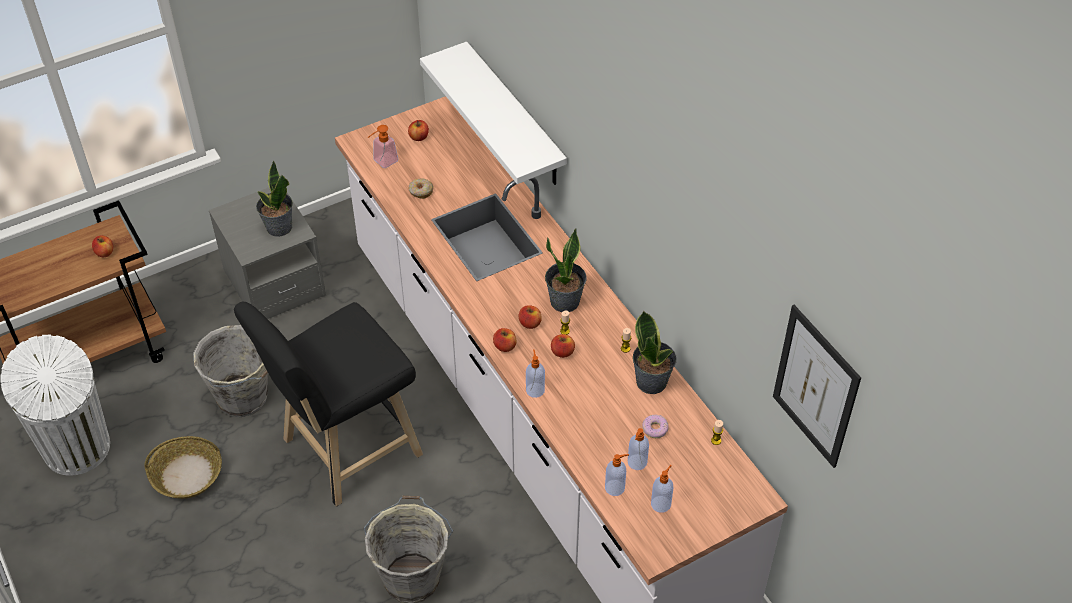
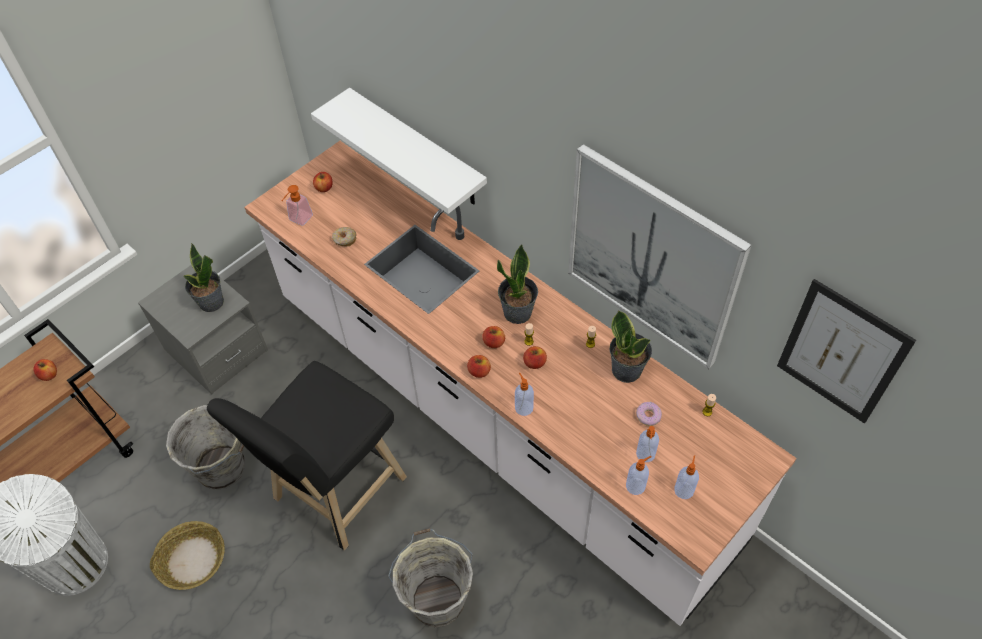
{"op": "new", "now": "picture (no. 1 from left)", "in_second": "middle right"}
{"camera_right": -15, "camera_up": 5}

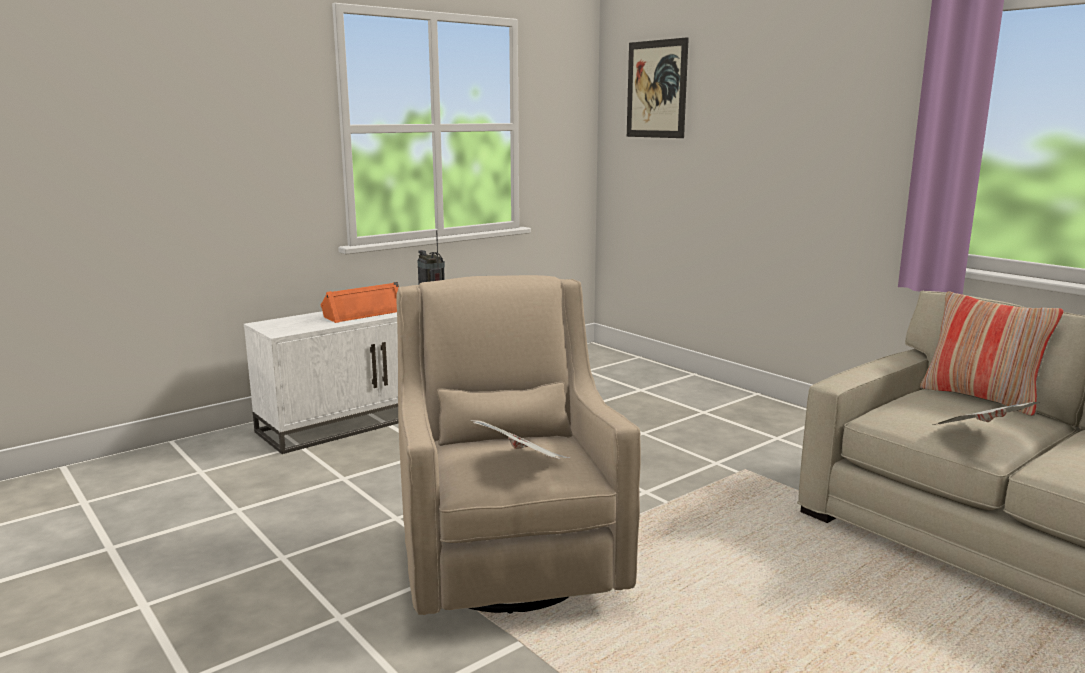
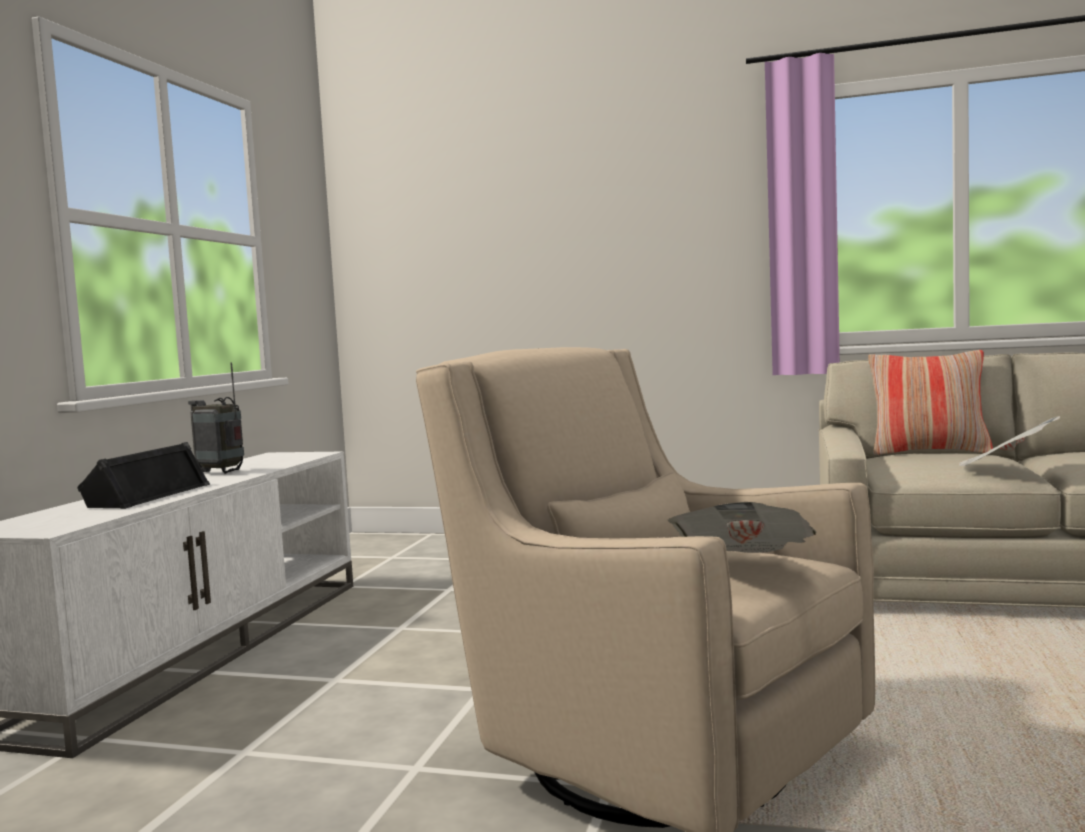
{"op": "gone", "was": "picture", "in_first": "top centre"}
{"op": "repainted", "was": "speaker (orange)", "now": "speaker (black)", "in_first": "middle left", "in_second": "middle left"}
{"camera_right": -35, "camera_up": -10}

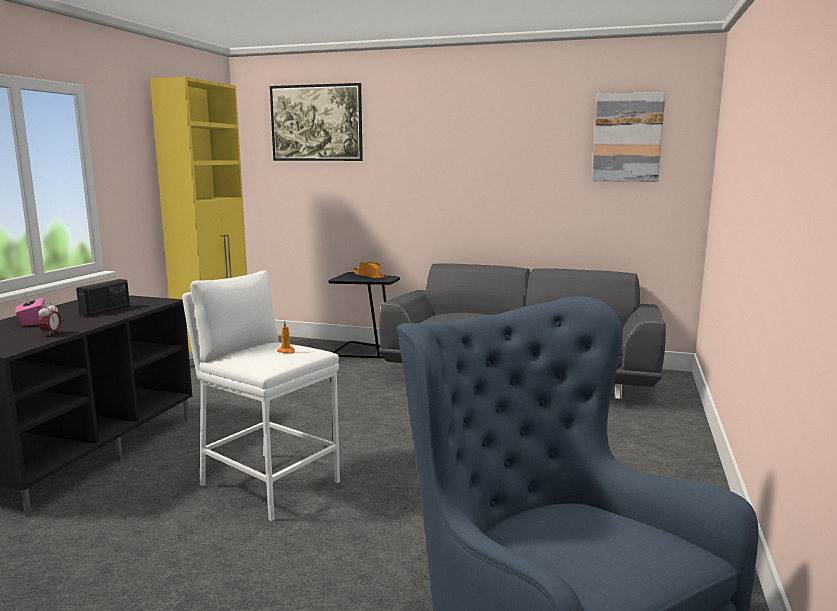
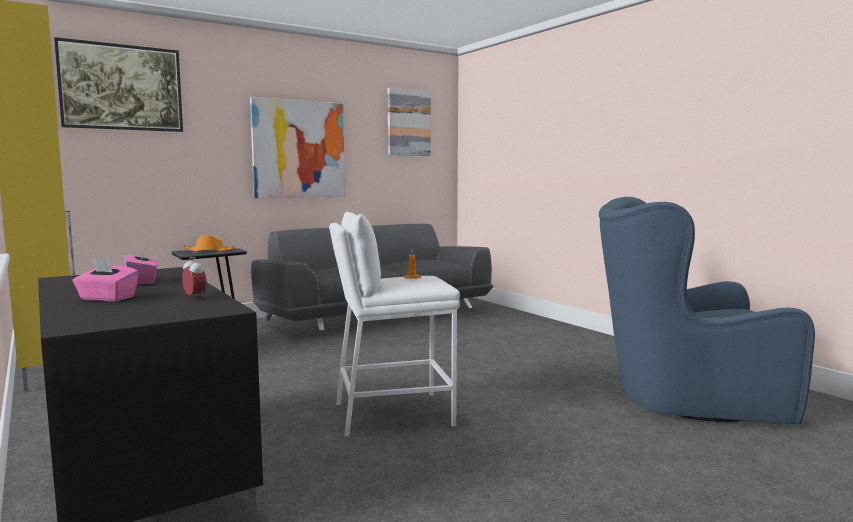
{"op": "swapped", "was": "radio", "now": "tissue box (pink) (no. 2 from left)", "in_first": "middle left", "in_second": "middle left"}
{"op": "new", "now": "picture (no. 2 from left)", "in_second": "top centre"}
{"camera_right": -50, "camera_up": -5}

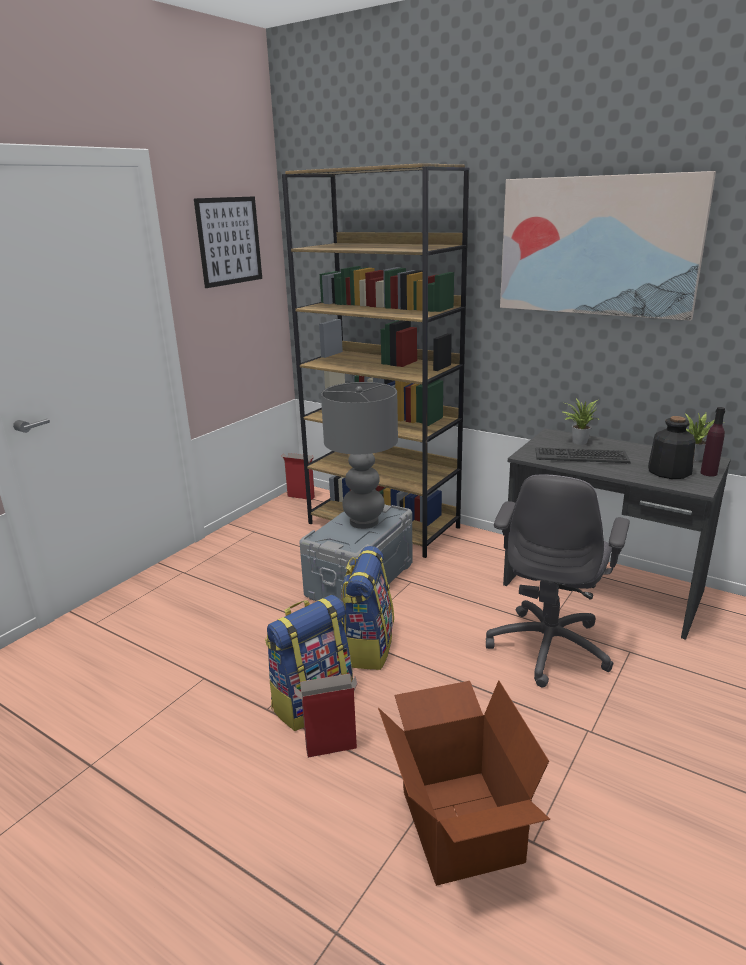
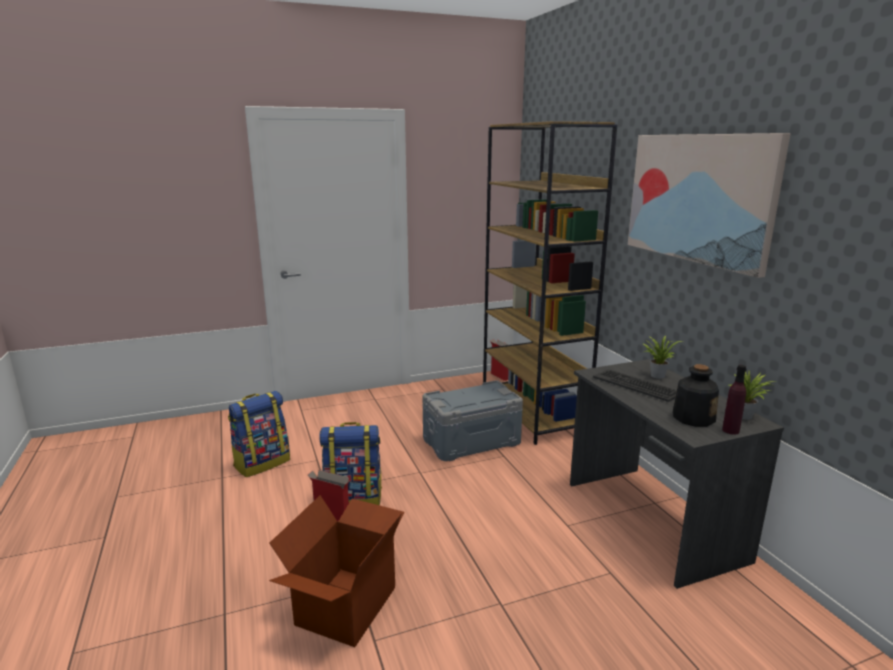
{"op": "gone", "was": "picture (no. 1 from left)", "in_first": "top left"}
{"op": "gone", "was": "table lamp (grey)", "in_first": "centre"}
{"op": "gone", "was": "office chair (grey)", "in_first": "middle right"}
{"op": "shifted", "was": "backpack (no. 2 from left in the first image)", "now": "backpack (no. 1 from left)", "in_first": "centre", "in_second": "middle left"}
{"camera_right": 35, "camera_up": -5}

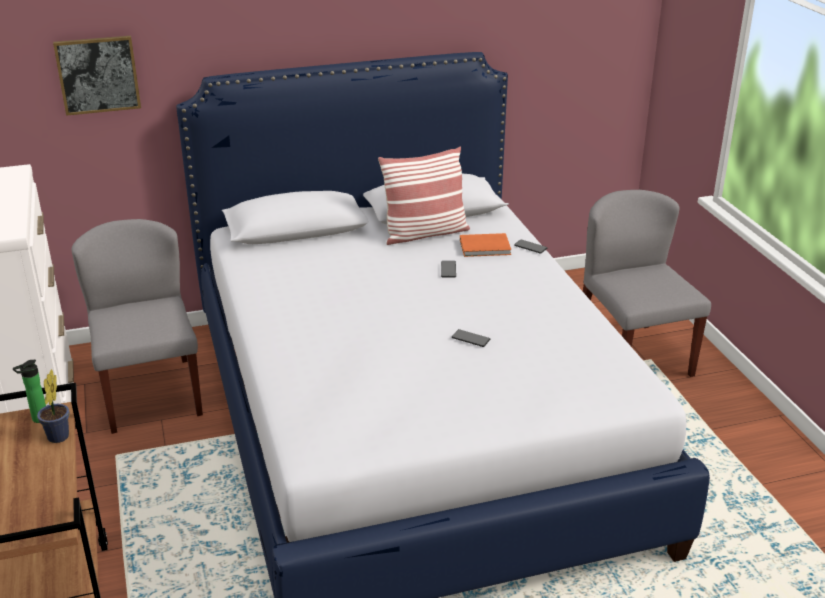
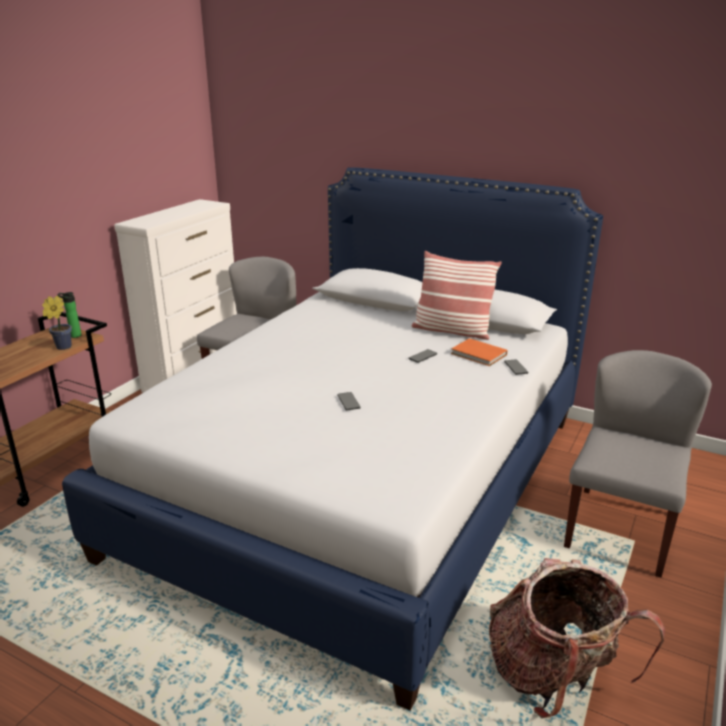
{"op": "gone", "was": "picture", "in_first": "top left"}
{"op": "new", "now": "backpack", "in_second": "bottom right"}
{"camera_right": 45, "camera_up": -5}

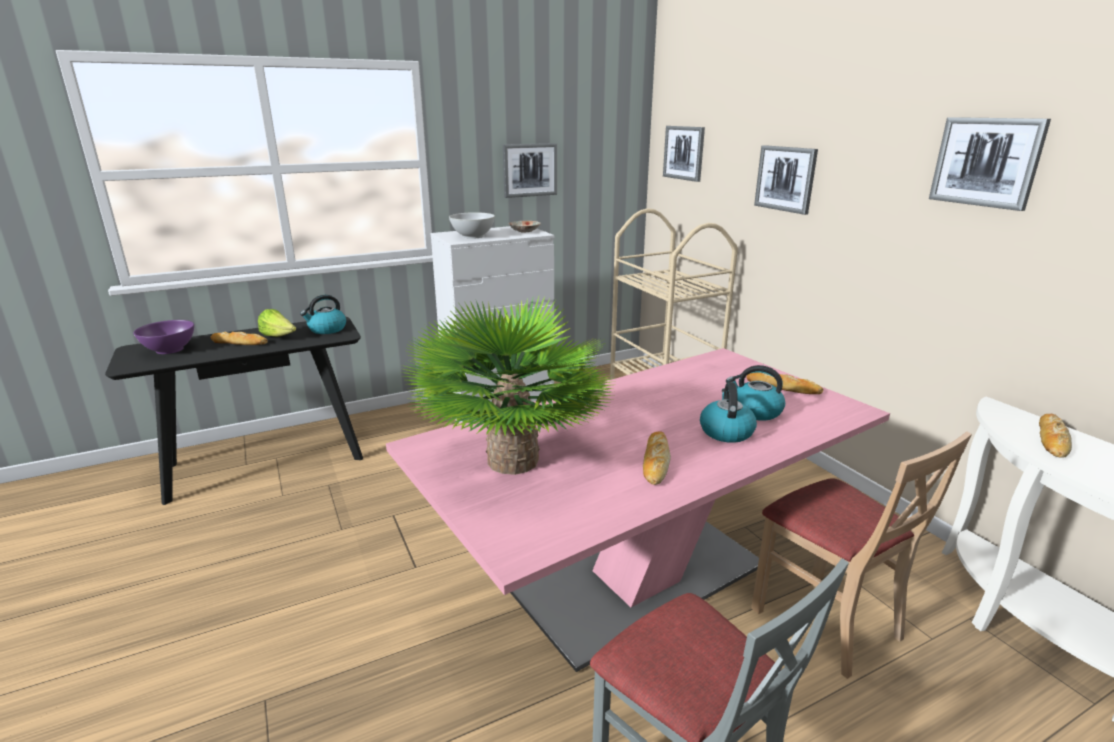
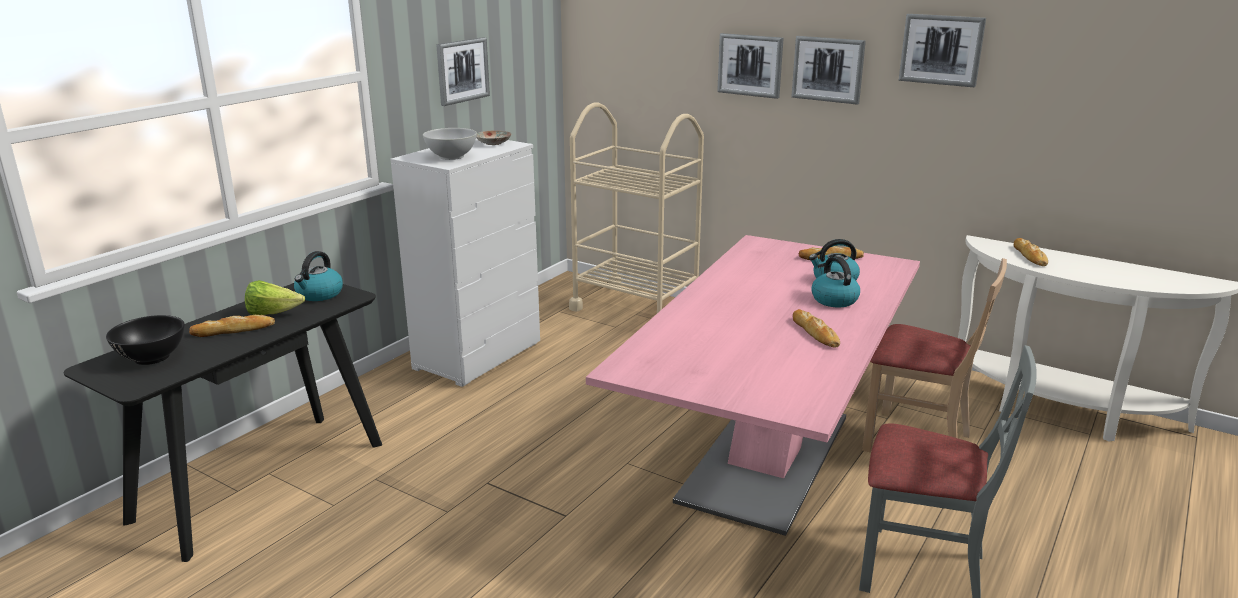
{"op": "shifted", "was": "picture (no. 2 from left in the first image)", "now": "picture (no. 3 from left)", "in_first": "top centre", "in_second": "top right"}
{"op": "gone", "was": "potted plant", "in_first": "centre"}
{"op": "repainted", "was": "bowl (purple)", "now": "bowl (black)", "in_first": "middle left", "in_second": "middle left"}
{"camera_right": -30, "camera_up": 0}

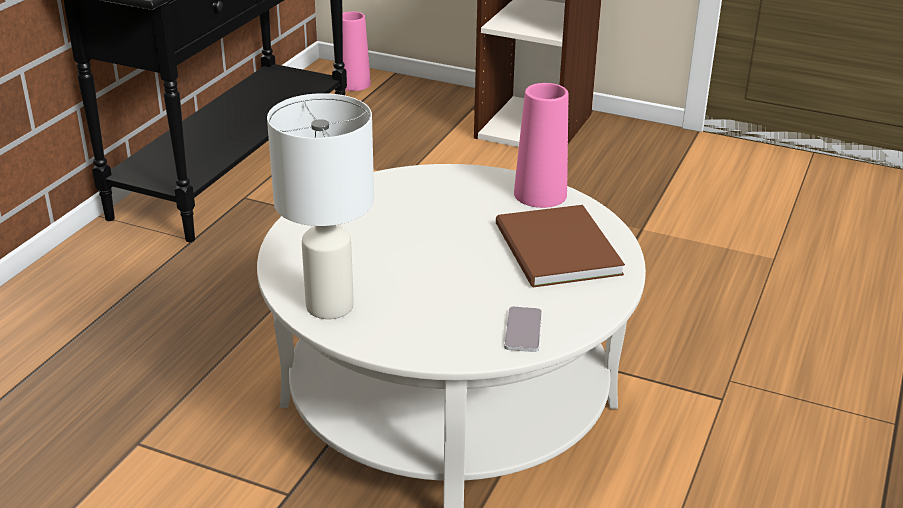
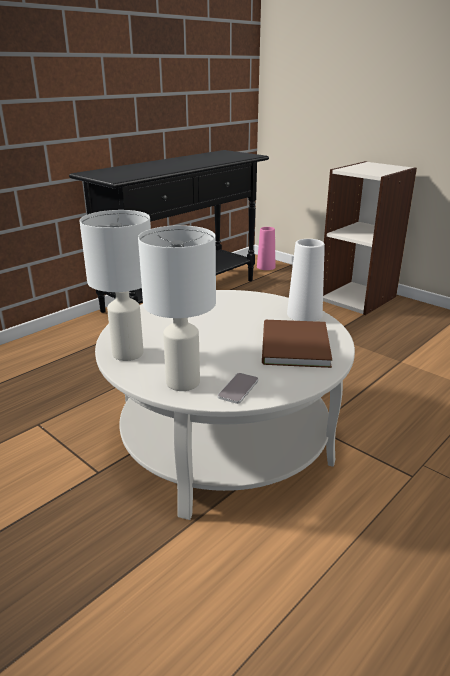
{"op": "repainted", "was": "vase (pink) (no. 2 from left)", "now": "vase (white)", "in_first": "top centre", "in_second": "middle right"}
{"op": "new", "now": "table lamp (white) (no. 2 from left)", "in_second": "centre"}
{"camera_right": 20, "camera_up": -5}

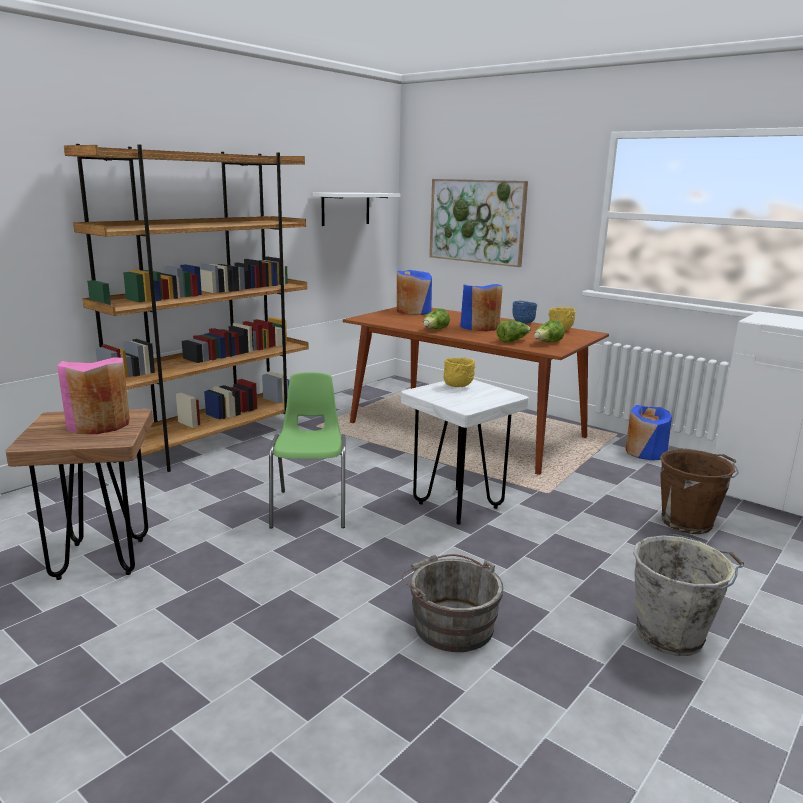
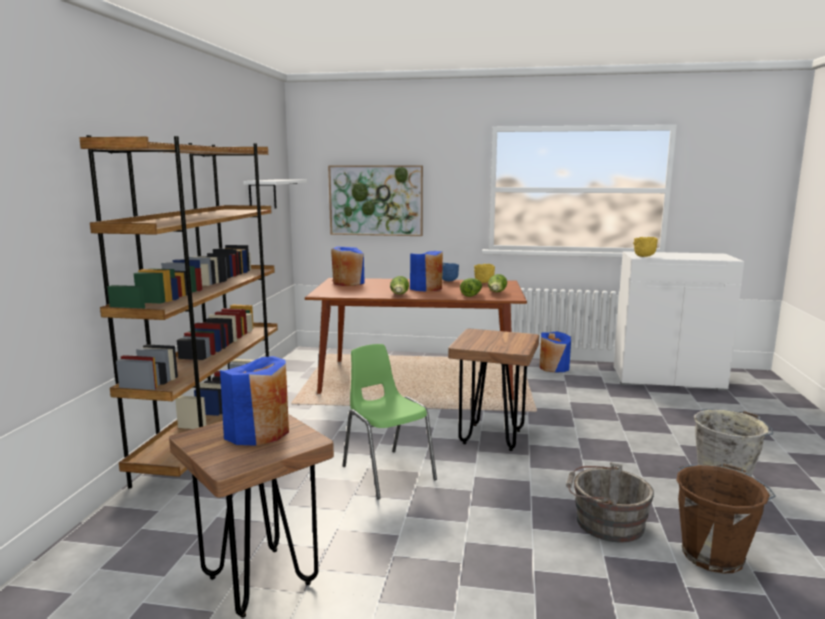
{"op": "repainted", "was": "vase (pink)", "now": "vase (blue) (no. 1 from left)", "in_first": "middle left", "in_second": "middle left"}
{"op": "shifted", "was": "bowl (yellow) (no. 1 from left in the first image)", "now": "bowl (yellow) (no. 2 from left)", "in_first": "centre", "in_second": "middle right"}
{"op": "repainted", "was": "stool (white)", "now": "stool (brown) (no. 2 from left)", "in_first": "centre", "in_second": "centre"}
{"op": "shifted", "was": "bucket (brown)", "in_first": "middle right", "in_second": "bottom right"}
{"camera_right": -30, "camera_up": -5}

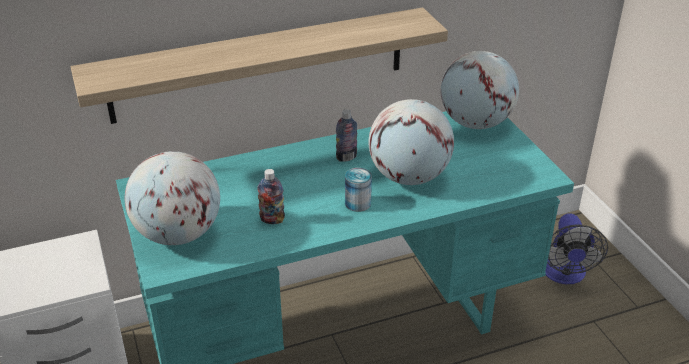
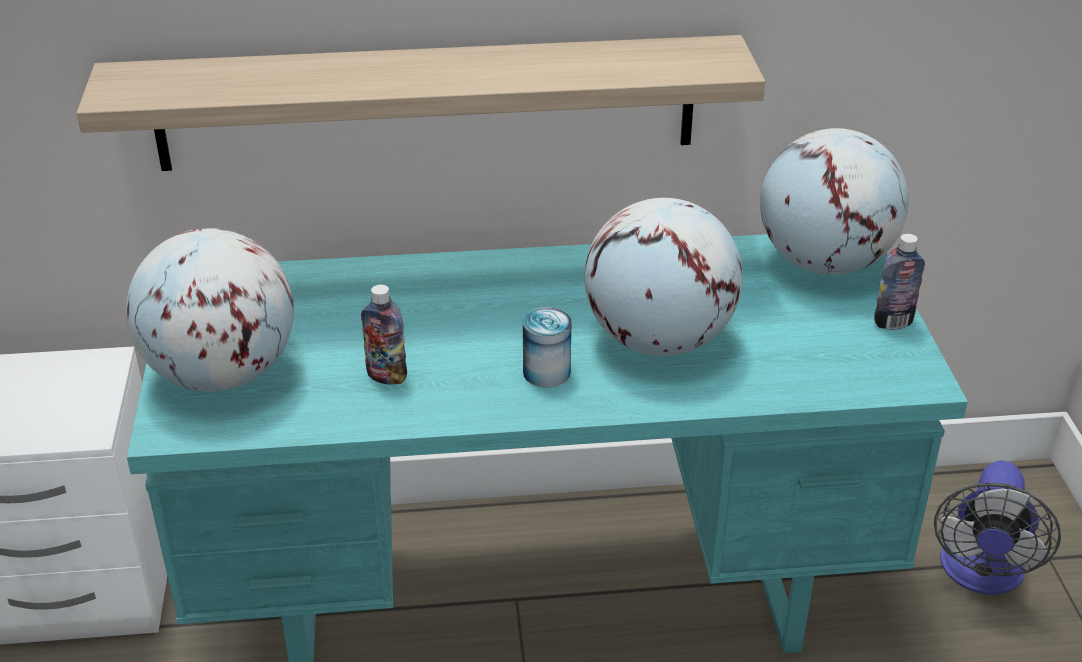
{"op": "shifted", "was": "bottle (no. 2 from left)", "in_first": "centre", "in_second": "middle right"}
{"camera_right": 15, "camera_up": 0}

